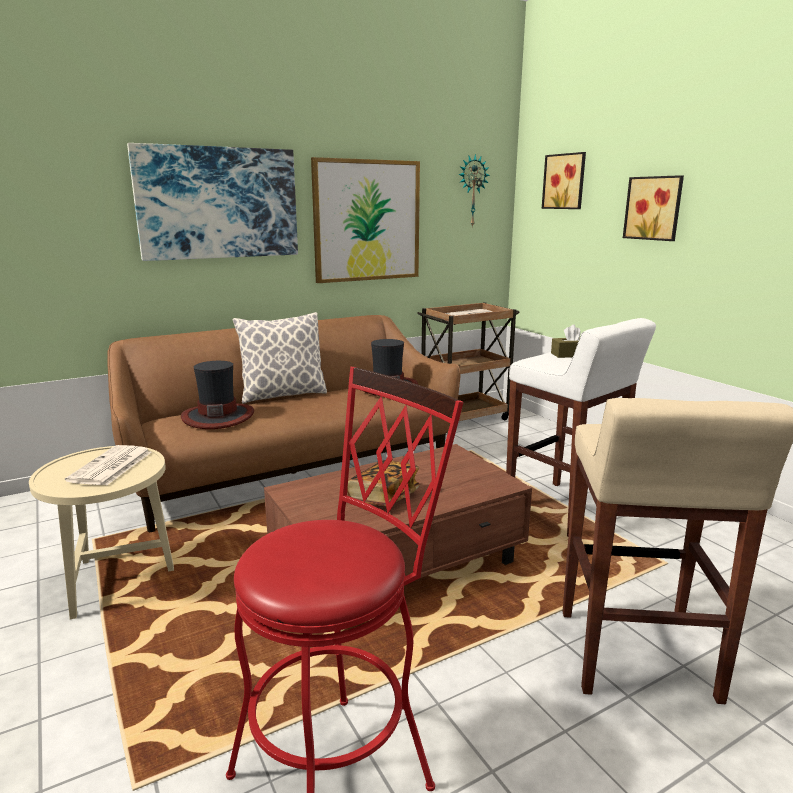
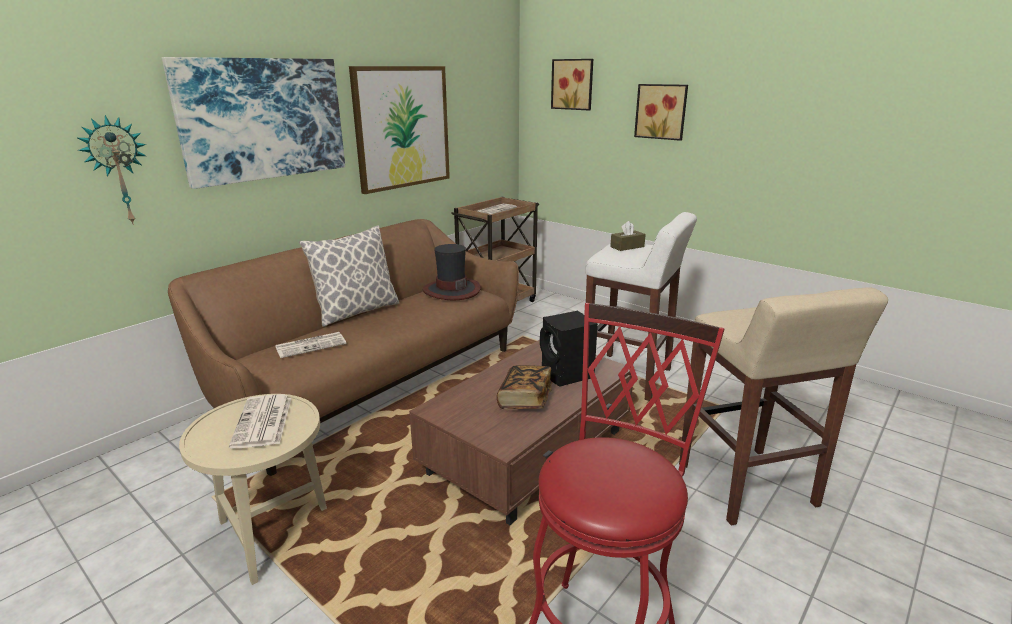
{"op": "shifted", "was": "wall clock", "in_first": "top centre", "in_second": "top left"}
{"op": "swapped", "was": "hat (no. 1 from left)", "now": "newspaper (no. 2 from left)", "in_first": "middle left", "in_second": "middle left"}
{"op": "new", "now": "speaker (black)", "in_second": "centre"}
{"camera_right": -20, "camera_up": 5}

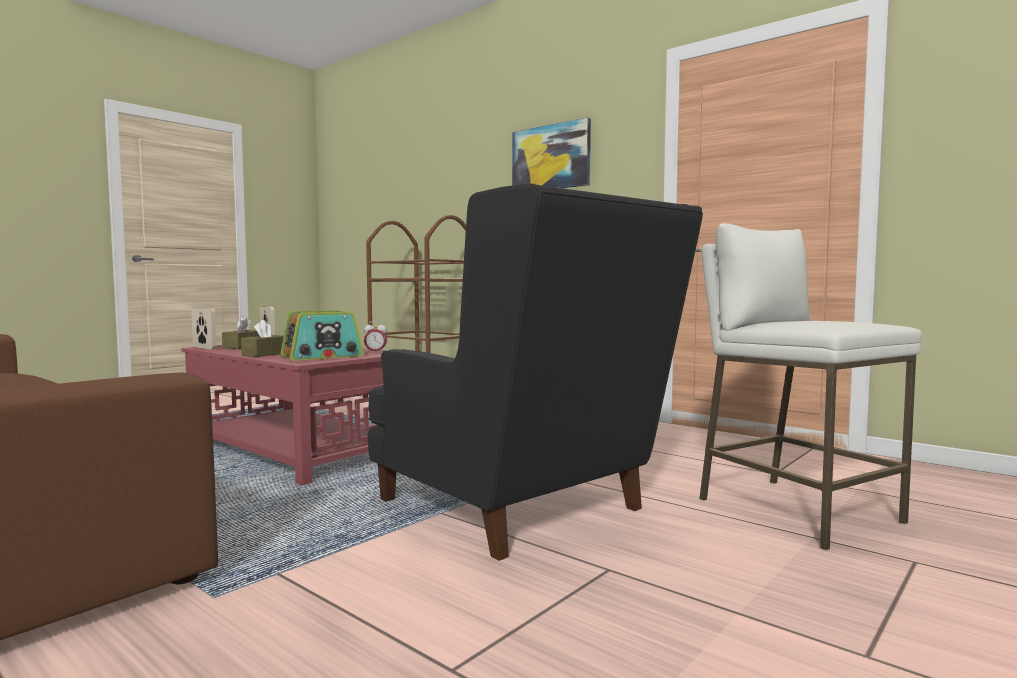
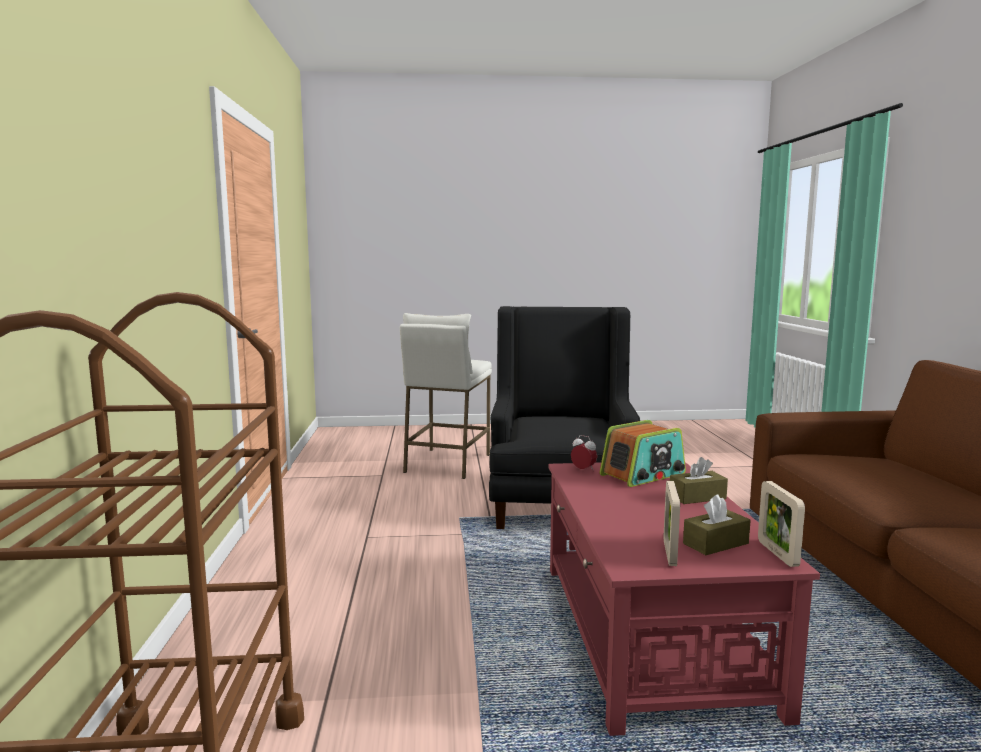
{"op": "gone", "was": "picture", "in_first": "top centre"}
{"op": "rotated", "was": "radio", "in_first": "middle left", "in_second": "centre", "clockwise": 135}
{"camera_right": -135, "camera_up": 5}

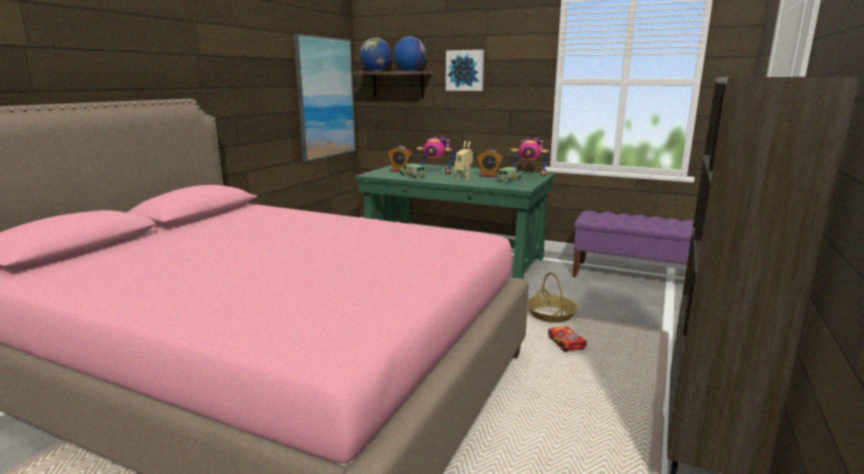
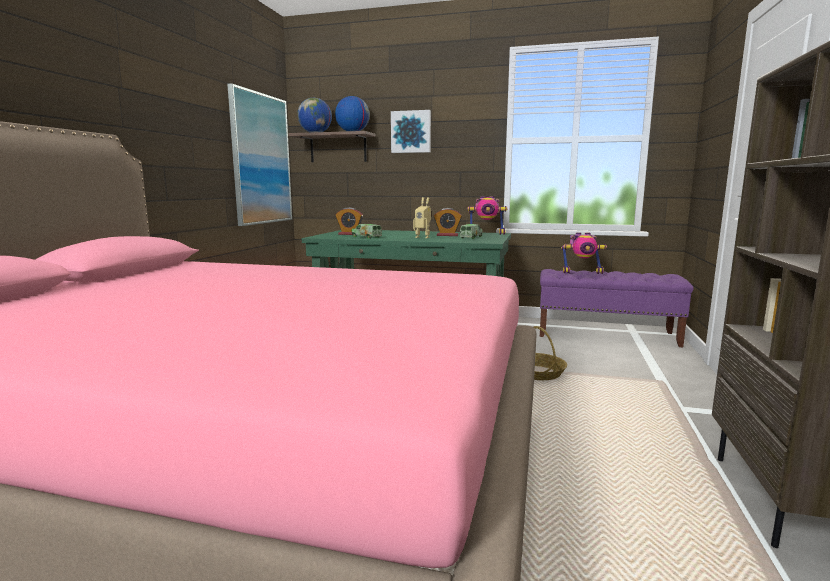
{"op": "shifted", "was": "toy robot (no. 1 from left in the first image)", "now": "toy robot (no. 3 from left)", "in_first": "top centre", "in_second": "middle right"}
{"op": "gone", "was": "toy car", "in_first": "bottom centre"}
{"camera_right": -10, "camera_up": -5}

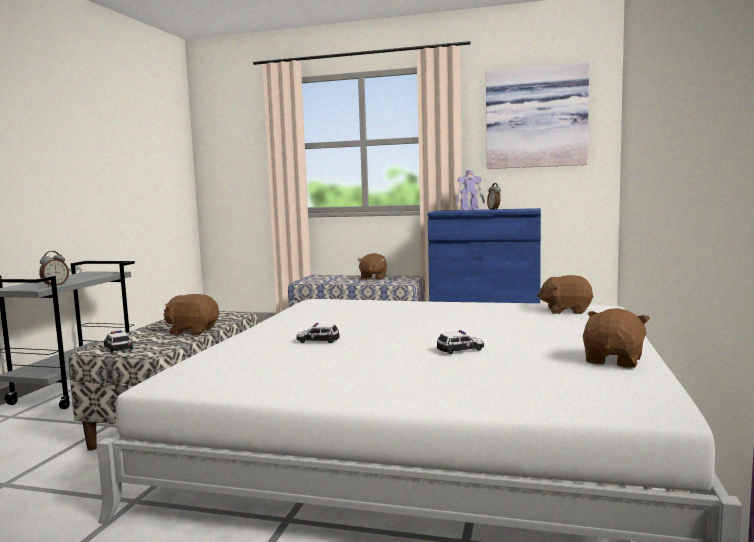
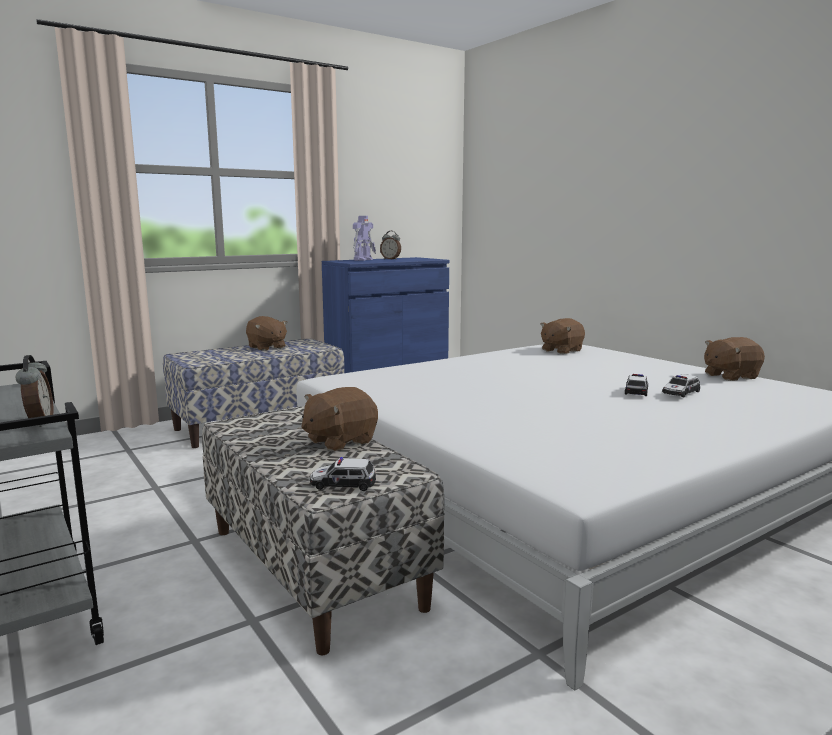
{"op": "gone", "was": "picture", "in_first": "top right"}
{"op": "rotated", "was": "plush toy (brown) (no. 4 from left)", "in_first": "middle right", "in_second": "middle right", "clockwise": -90}
{"op": "shifted", "was": "toy car (no. 2 from left in the first image)", "now": "toy car (no. 3 from left)", "in_first": "centre", "in_second": "middle right"}
{"camera_right": -50, "camera_up": 5}

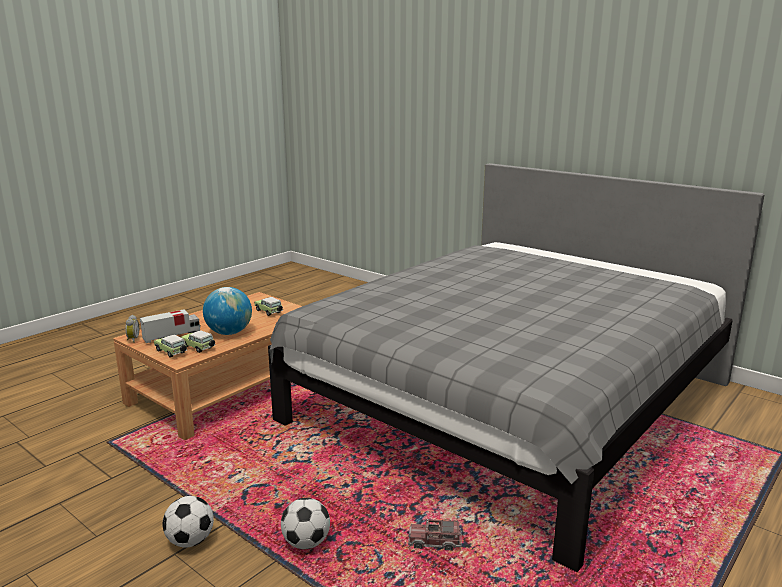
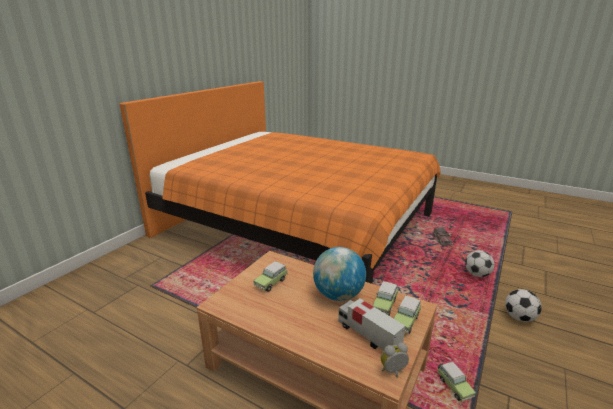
{"op": "repainted", "was": "bed (grey)", "now": "bed (orange)", "in_first": "centre", "in_second": "centre"}
{"op": "new", "now": "toy car (no. 4 from left)", "in_second": "bottom right"}
{"camera_right": -100, "camera_up": 5}

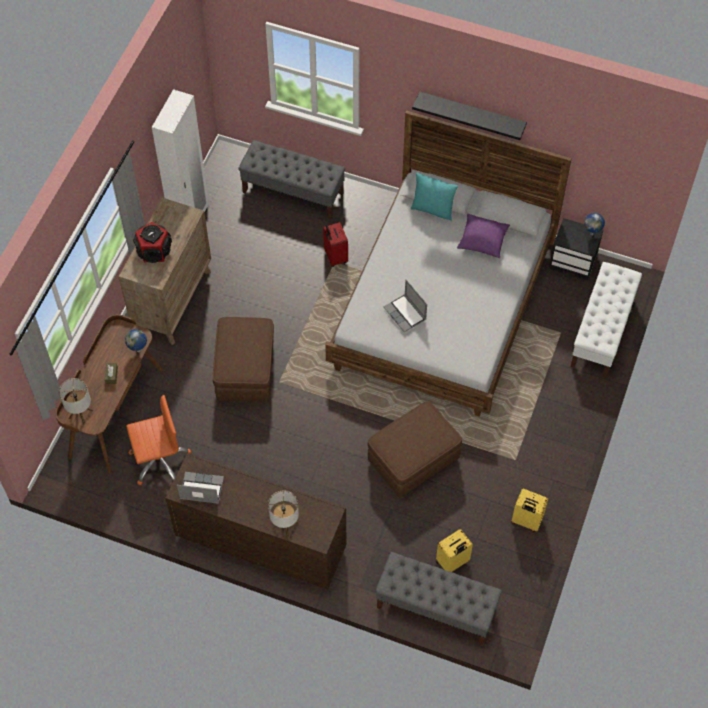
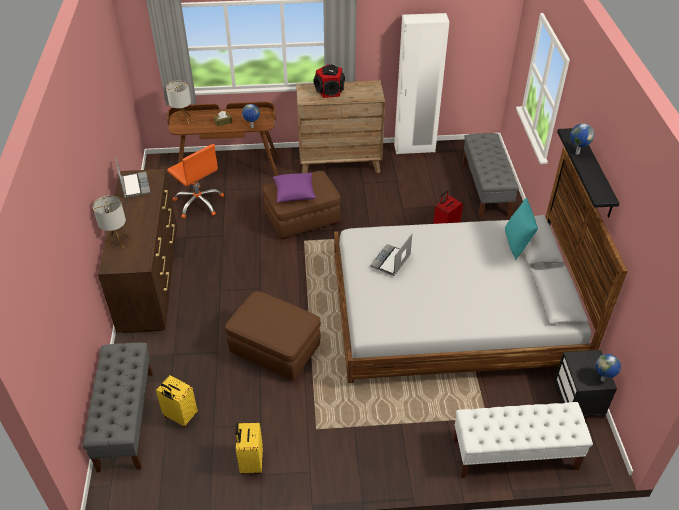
{"op": "shifted", "was": "pillow (purple)", "in_first": "middle right", "in_second": "centre"}
{"op": "new", "now": "globe (no. 2 from left)", "in_second": "top right"}
{"camera_right": 65, "camera_up": -15}

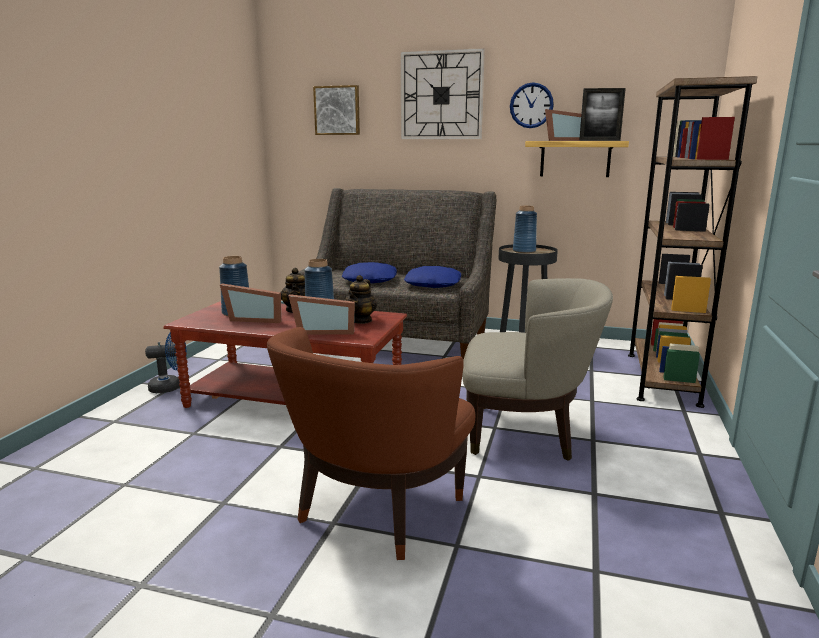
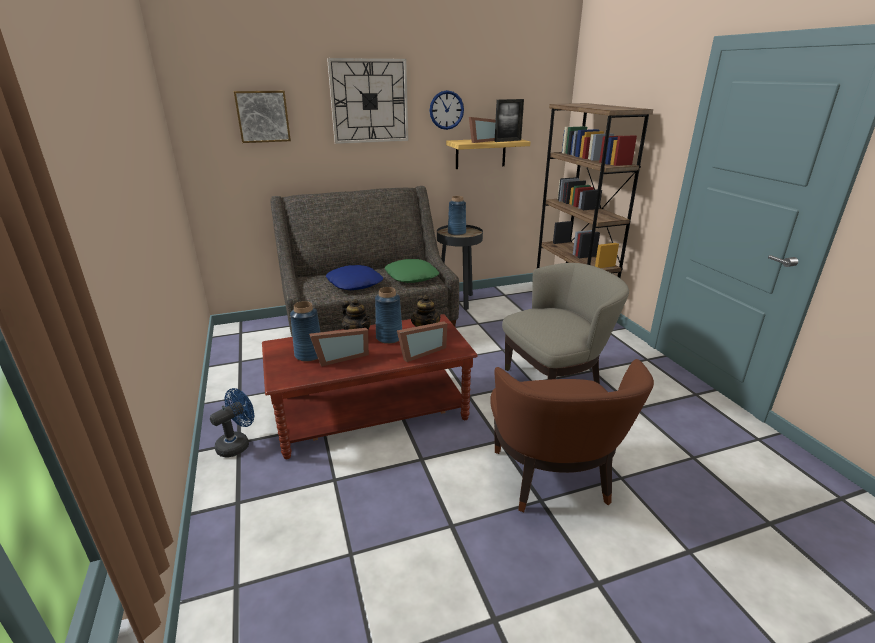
{"op": "repainted", "was": "pillow (blue) (no. 2 from left)", "now": "pillow (green)", "in_first": "centre", "in_second": "centre"}
{"camera_right": -35, "camera_up": 10}

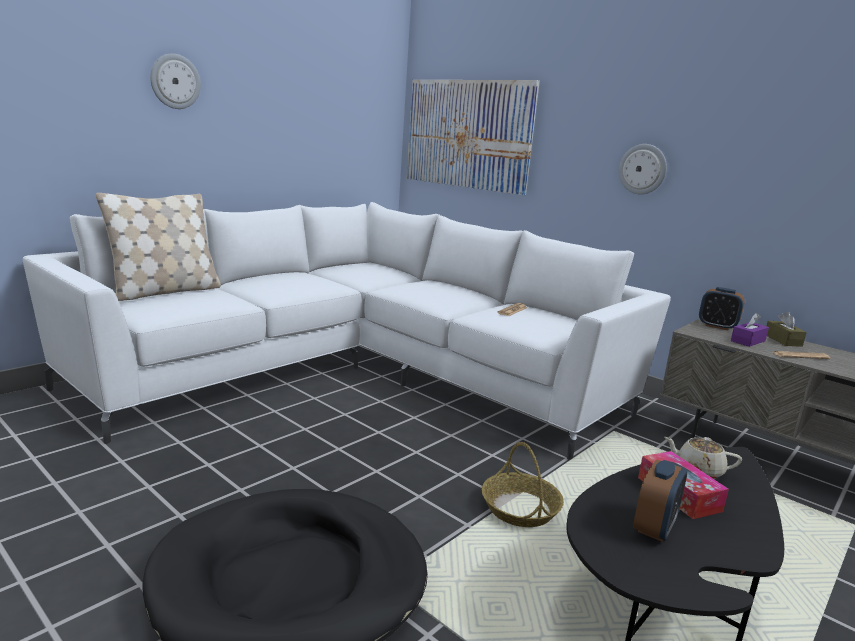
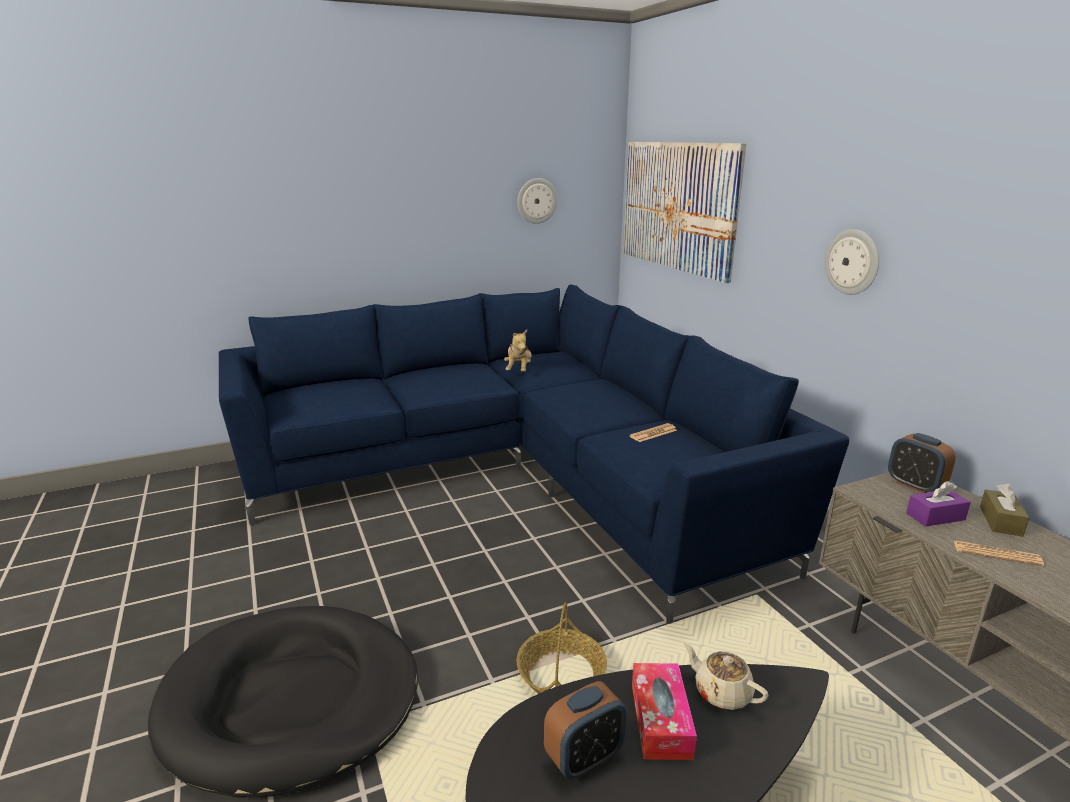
{"op": "shifted", "was": "wall clock (no. 1 from left)", "in_first": "top left", "in_second": "top centre"}
{"op": "gone", "was": "pillow (beige)", "in_first": "middle left"}
{"op": "repainted", "was": "sofa (white)", "now": "sofa (blue)", "in_first": "centre", "in_second": "centre"}
{"op": "new", "now": "plush toy", "in_second": "centre"}
{"camera_right": 25, "camera_up": 5}

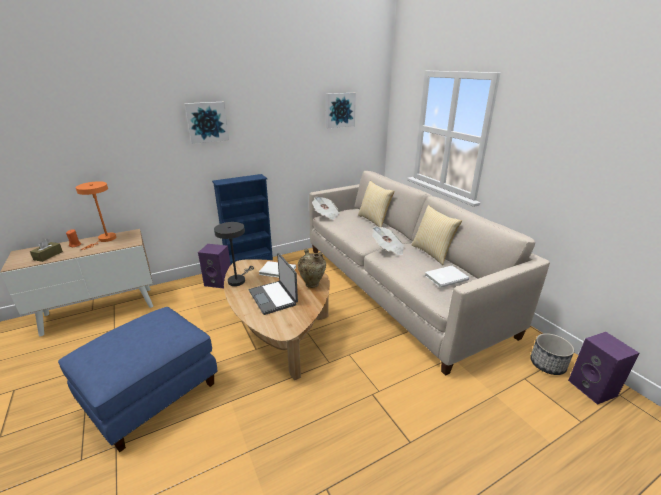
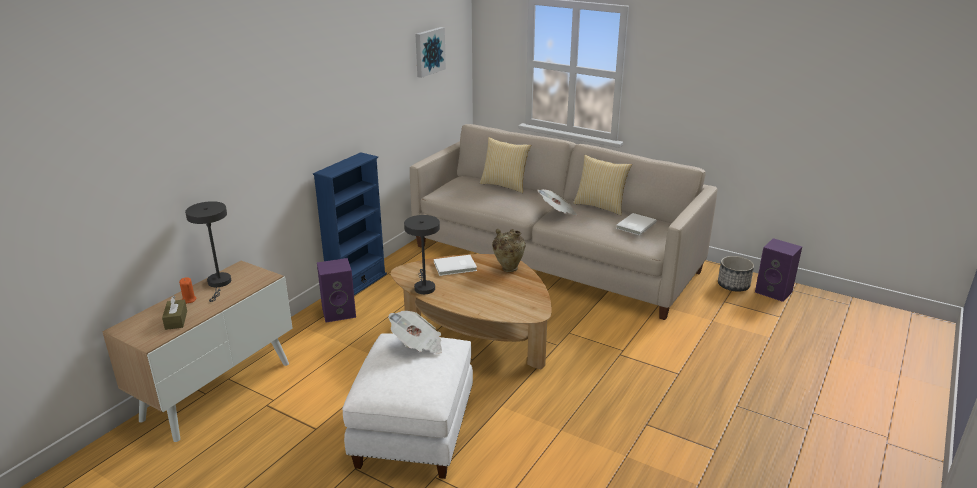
{"op": "gone", "was": "picture (no. 1 from left)", "in_first": "top left"}
{"op": "repainted", "was": "table lamp (orange)", "now": "table lamp (grey) (no. 1 from left)", "in_first": "middle left", "in_second": "middle left"}
{"op": "shifted", "was": "newspaper (no. 1 from left)", "in_first": "centre", "in_second": "bottom centre"}
{"op": "gone", "was": "laptop", "in_first": "centre"}
{"op": "repainted", "was": "ottoman (blue)", "now": "ottoman (white)", "in_first": "bottom left", "in_second": "bottom centre"}
{"camera_right": -30, "camera_up": 0}

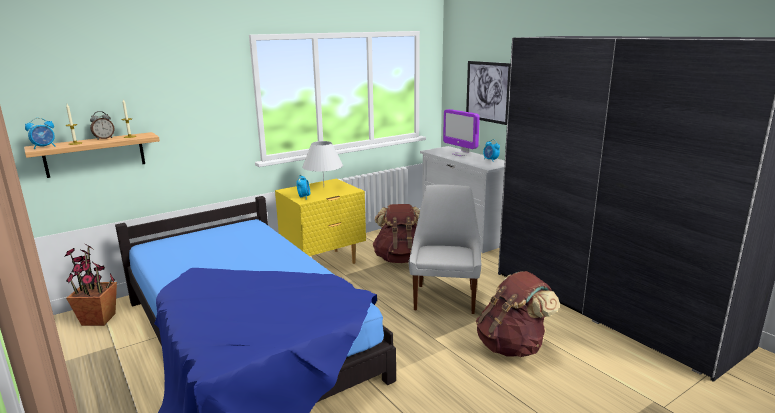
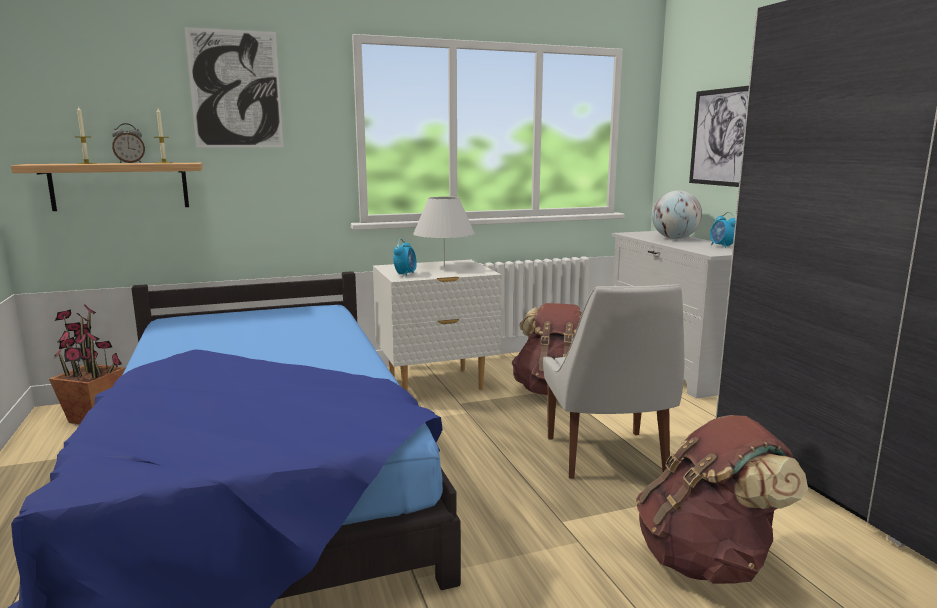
{"op": "swapped", "was": "monitor", "now": "globe", "in_first": "top centre", "in_second": "middle right"}
{"op": "gone", "was": "alarm clock (no. 1 from left)", "in_first": "top left"}
{"op": "repainted", "was": "nightstand (yellow)", "now": "nightstand (white)", "in_first": "centre", "in_second": "centre"}
{"op": "rotated", "was": "chair (white)", "in_first": "centre", "in_second": "centre", "clockwise": 150}
{"op": "new", "now": "picture (no. 1 from left)", "in_second": "top left"}
{"camera_right": 15, "camera_up": -5}

